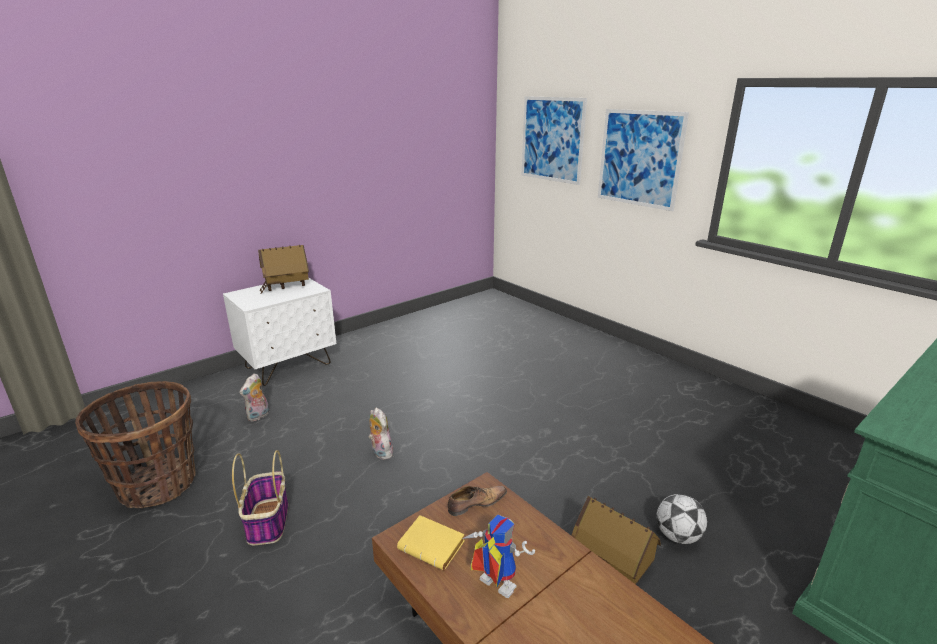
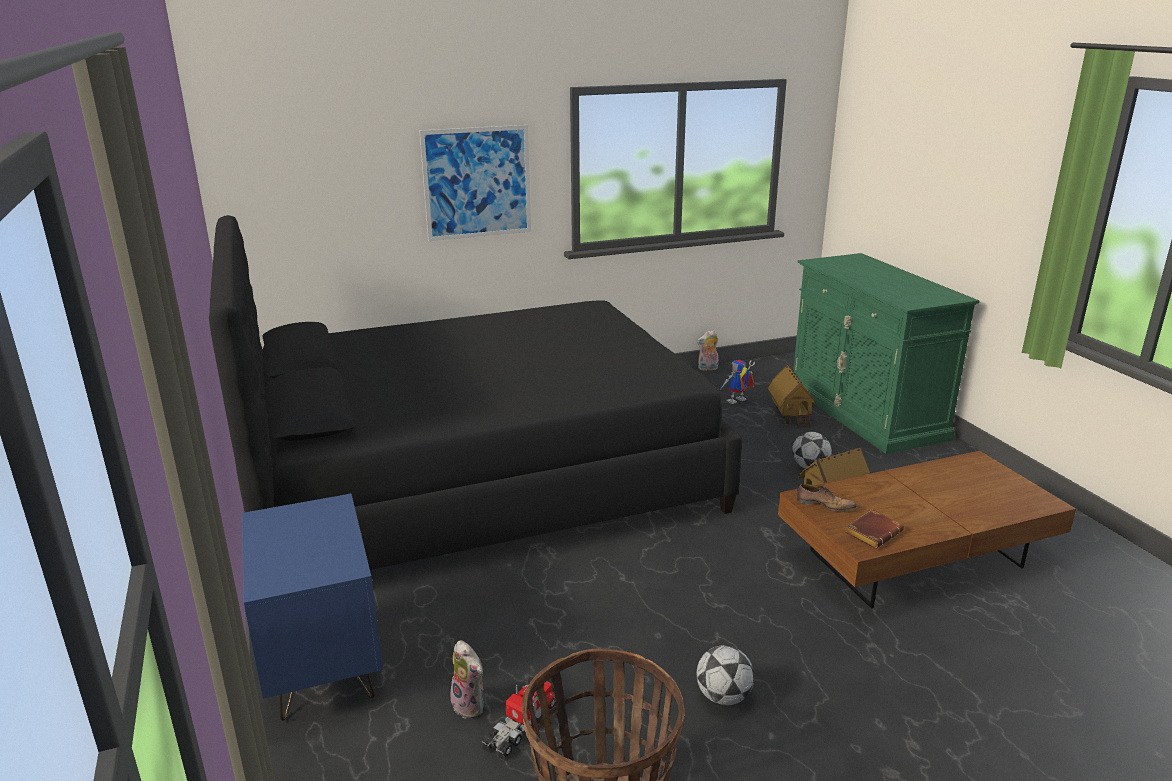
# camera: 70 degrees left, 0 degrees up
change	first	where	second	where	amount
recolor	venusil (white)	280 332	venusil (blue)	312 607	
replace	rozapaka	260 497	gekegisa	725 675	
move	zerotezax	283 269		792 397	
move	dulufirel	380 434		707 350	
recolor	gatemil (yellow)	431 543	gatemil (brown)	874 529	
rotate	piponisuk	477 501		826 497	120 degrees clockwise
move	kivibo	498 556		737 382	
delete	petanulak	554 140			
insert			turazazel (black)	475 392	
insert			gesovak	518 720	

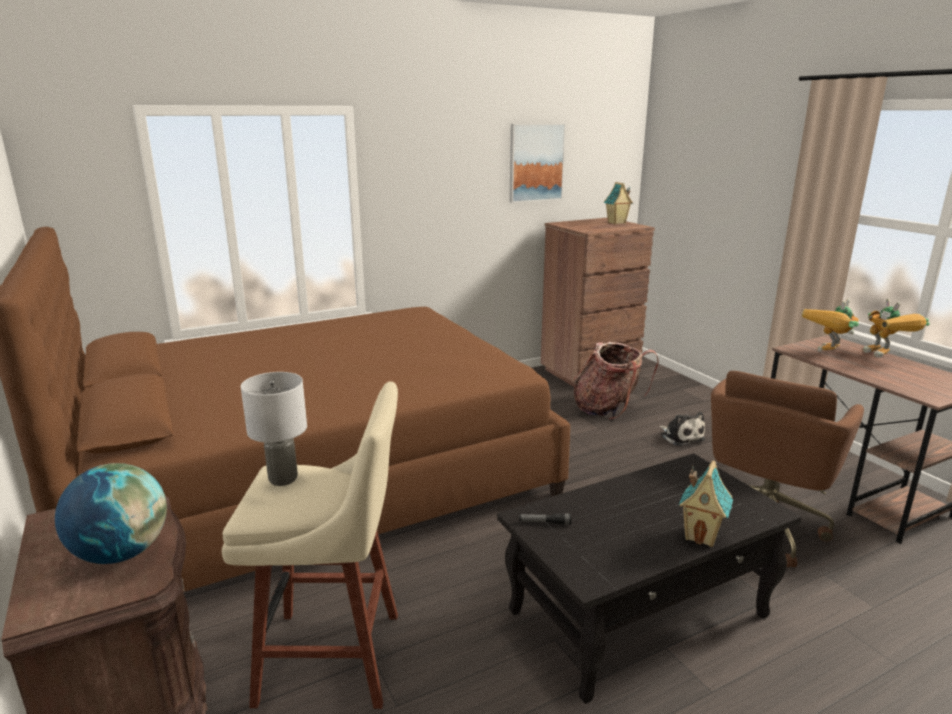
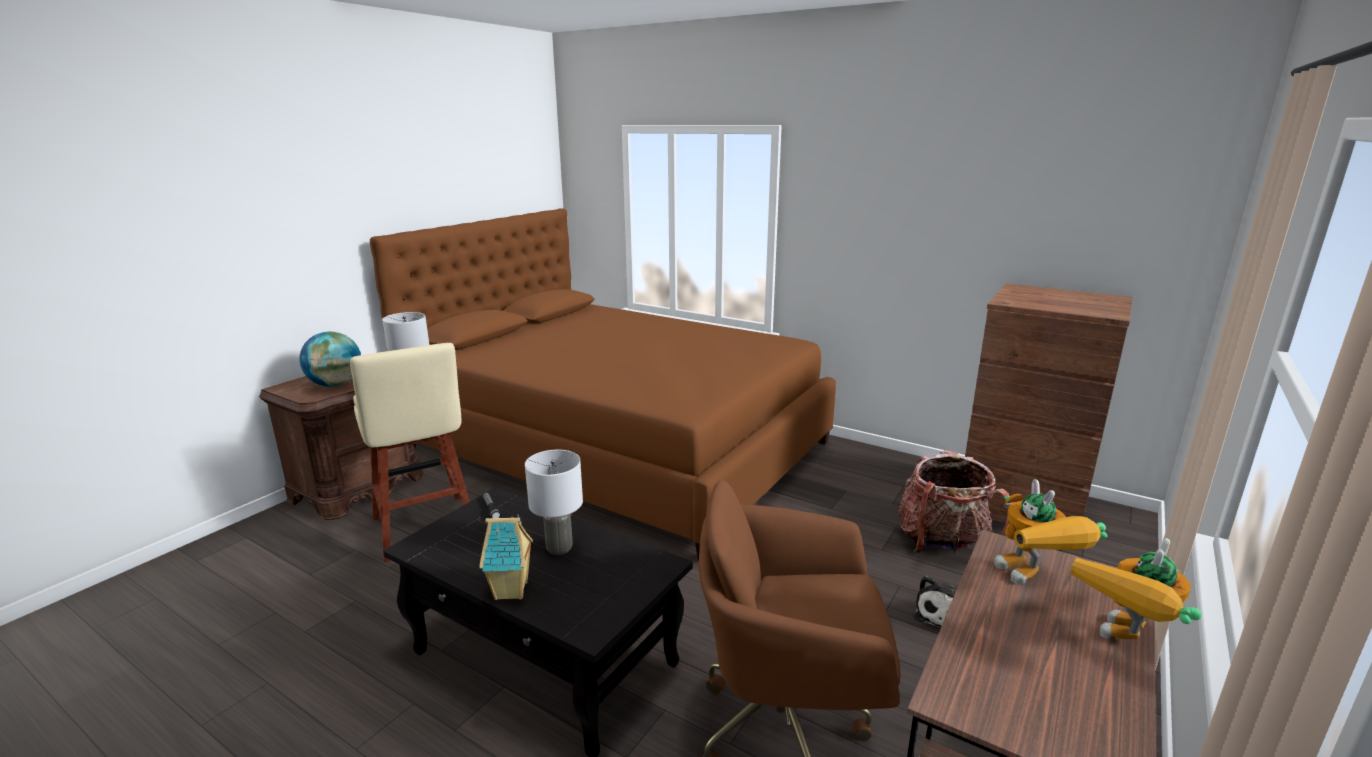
# camera: 60 degrees right, 0 degrees up
change	first	where	second	where	amount
delete	petanulak	537 163			
delete	zerotezax	618 203			
rotate	kivibo	830 325		1050 532	120 degrees counterclockwise
insert			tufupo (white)	554 502	

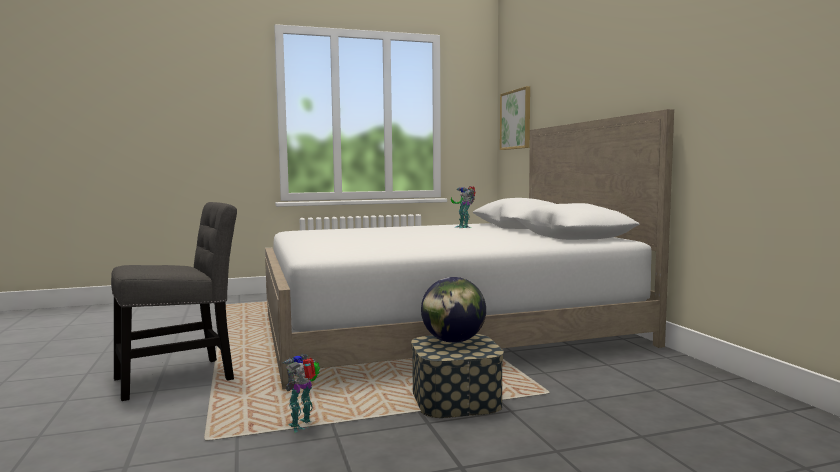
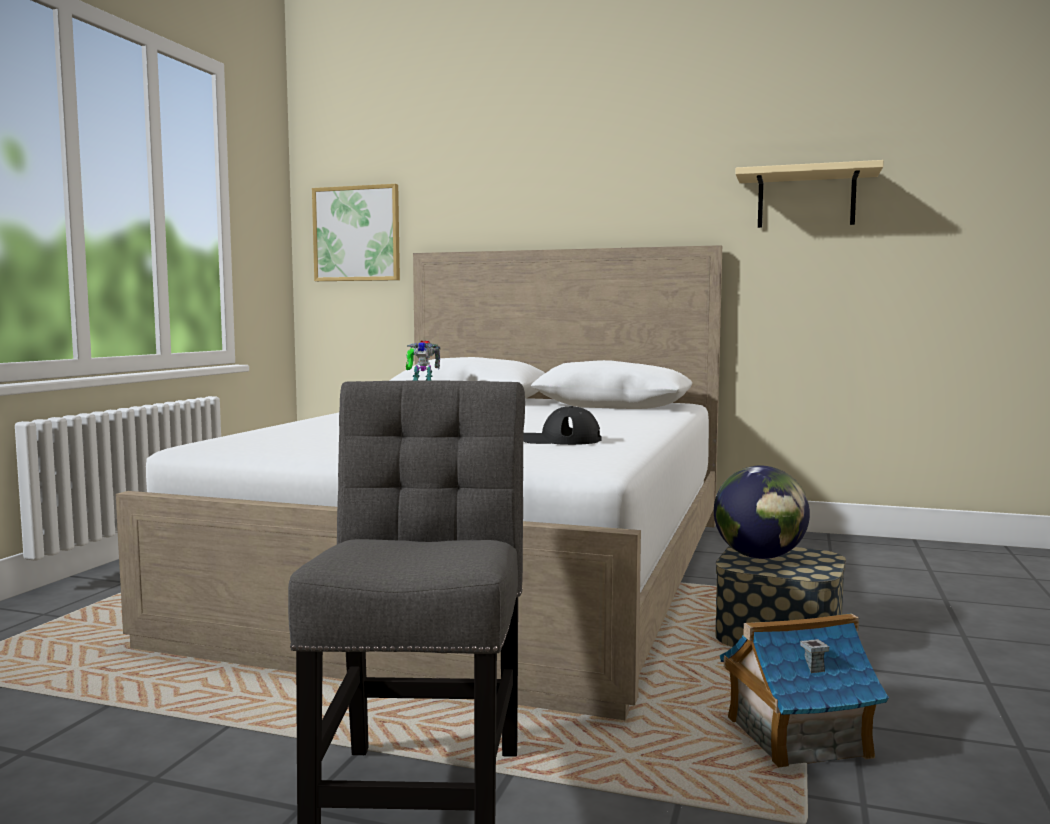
# camera: 55 degrees left, 0 degrees up
change	first	where	second	where	amount
replace	kivibo	301 393	zerotezax	804 690	
insert			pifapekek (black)	562 425	
insert			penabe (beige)	809 194	

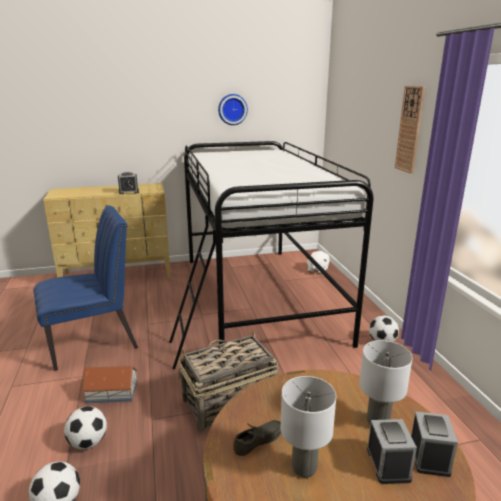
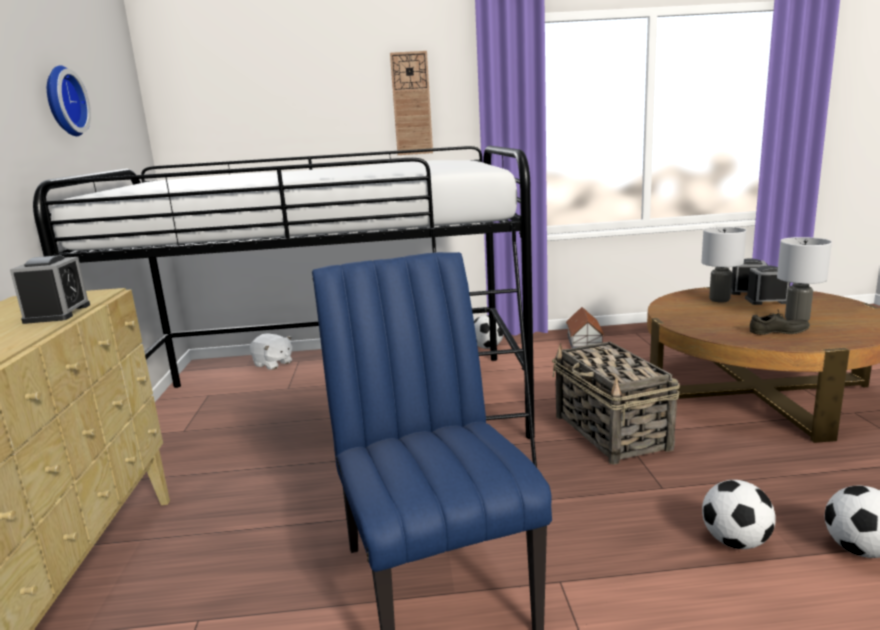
# camera: 80 degrees left, 5 degrees down
change	first	where	second	where	amount
move	zerotezax	109 384		585 327	
rotate	piponisuk (grey)	257 438		780 322	120 degrees clockwise

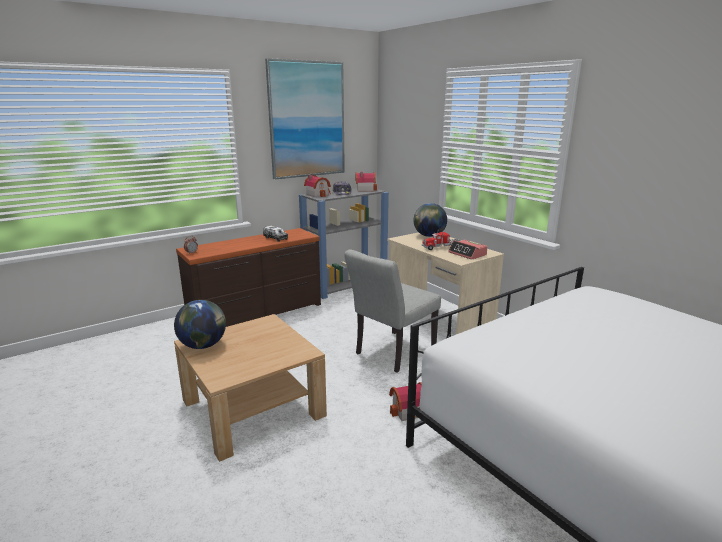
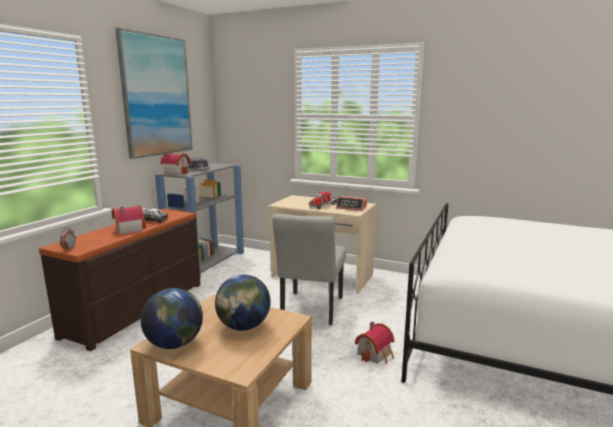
# camera: 30 degrees left, 5 degrees down
change	first	where	second	where	amount
move	zerotezax	366 182		129 219	
move	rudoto	430 220		243 302	

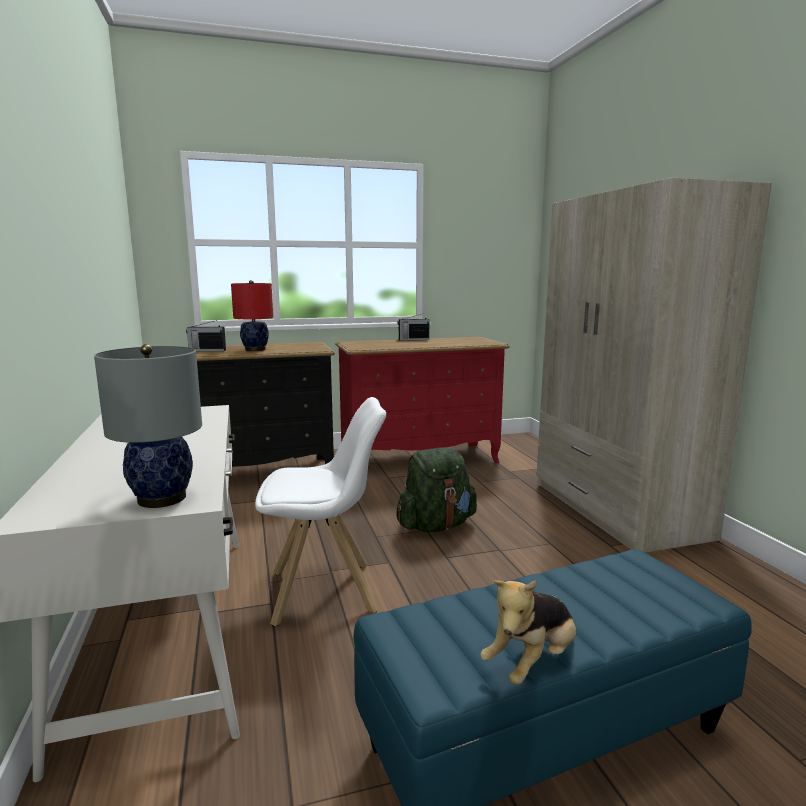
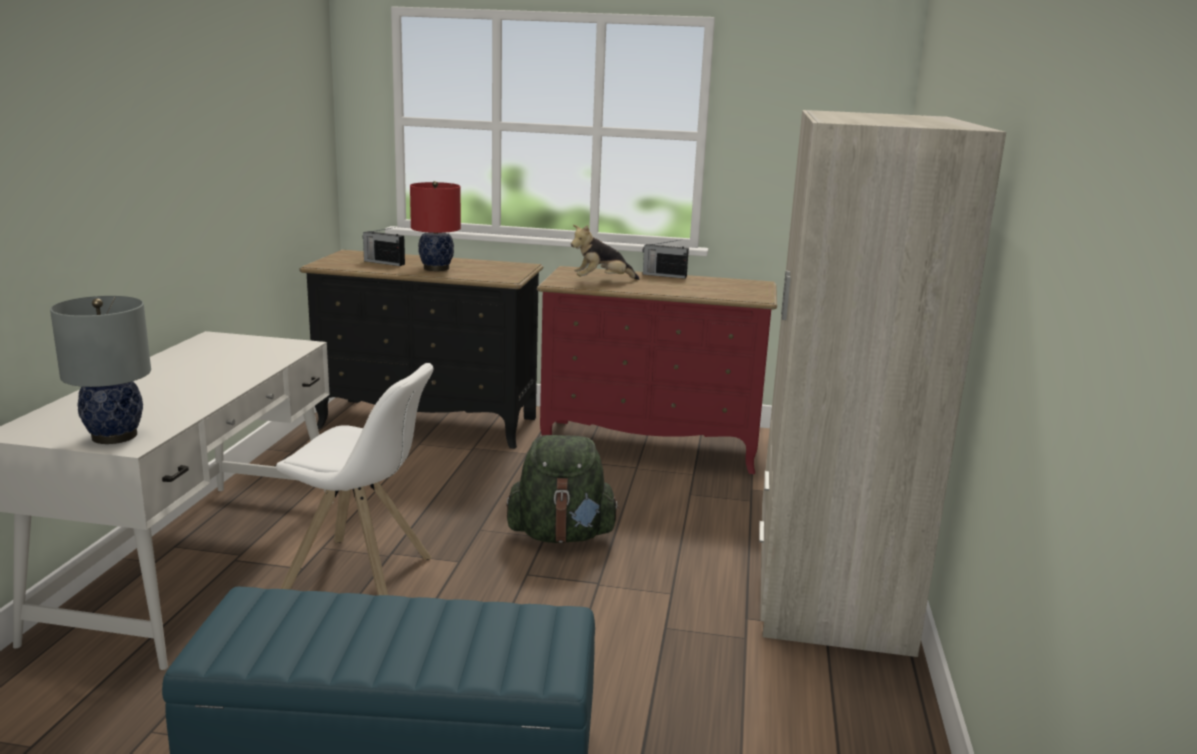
# camera: 25 degrees right, 5 degrees up
change	first	where	second	where	amount
move	dulufirel	528 632		605 252	

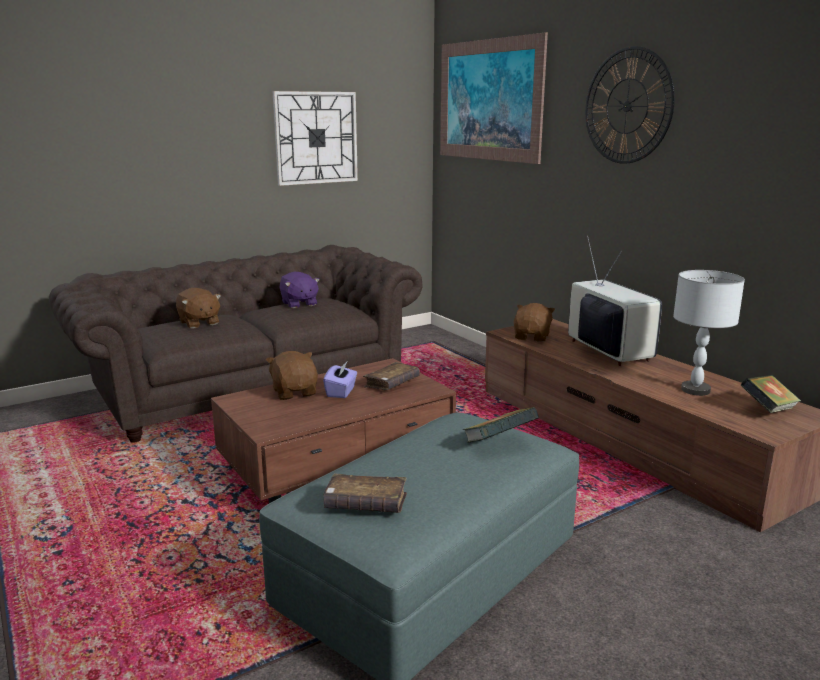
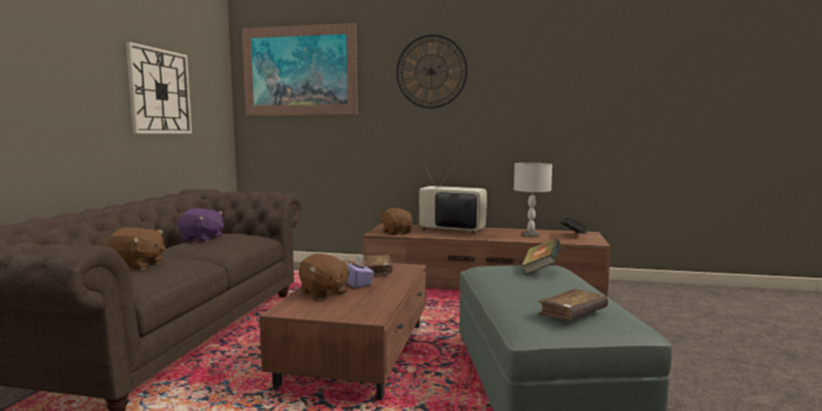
# camera: 45 degrees left, 10 degrees down
change	first	where	second	where	amount
rotate	dulufirel (brown)	292 375		324 276	150 degrees counterclockwise

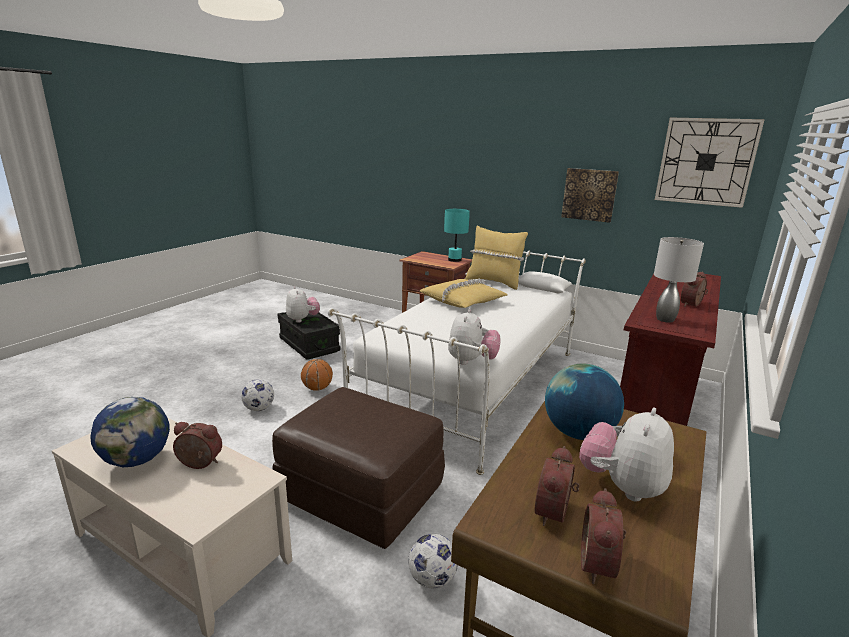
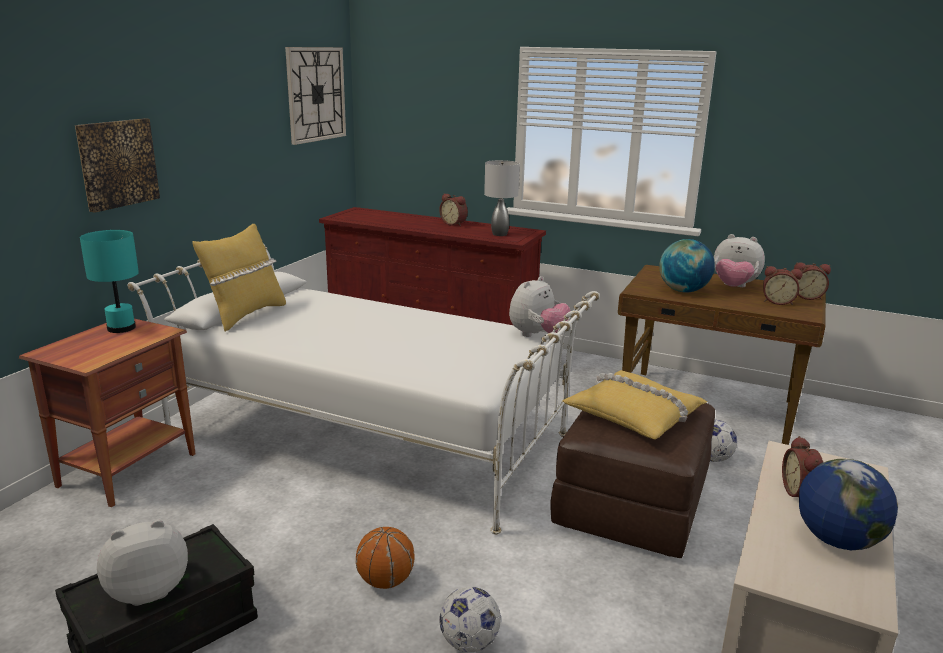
# camera: 95 degrees left, 0 degrees up
change	first	where	second	where	amount
move	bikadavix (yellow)	464 293		635 404	
rotate	dulufirel	474 337		540 306	120 degrees clockwise
move	petanulak	590 195		117 165	

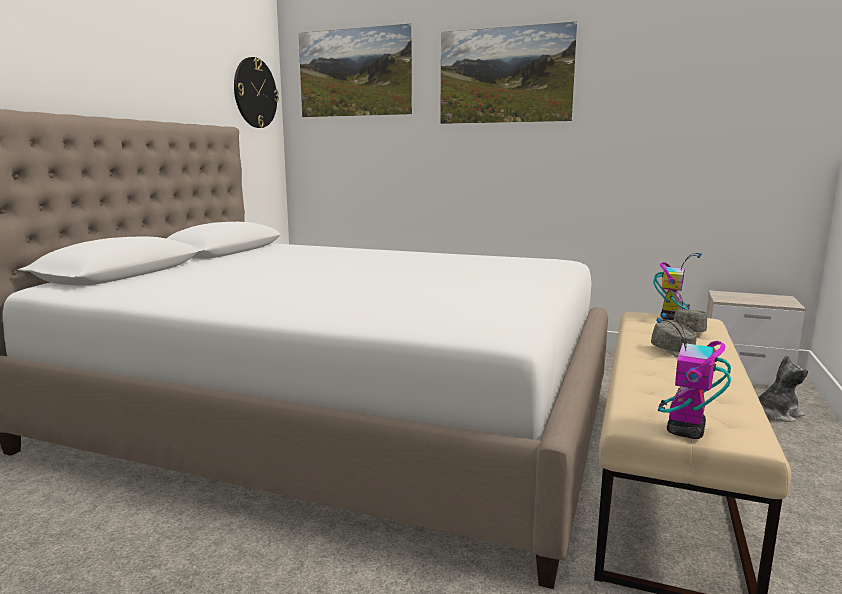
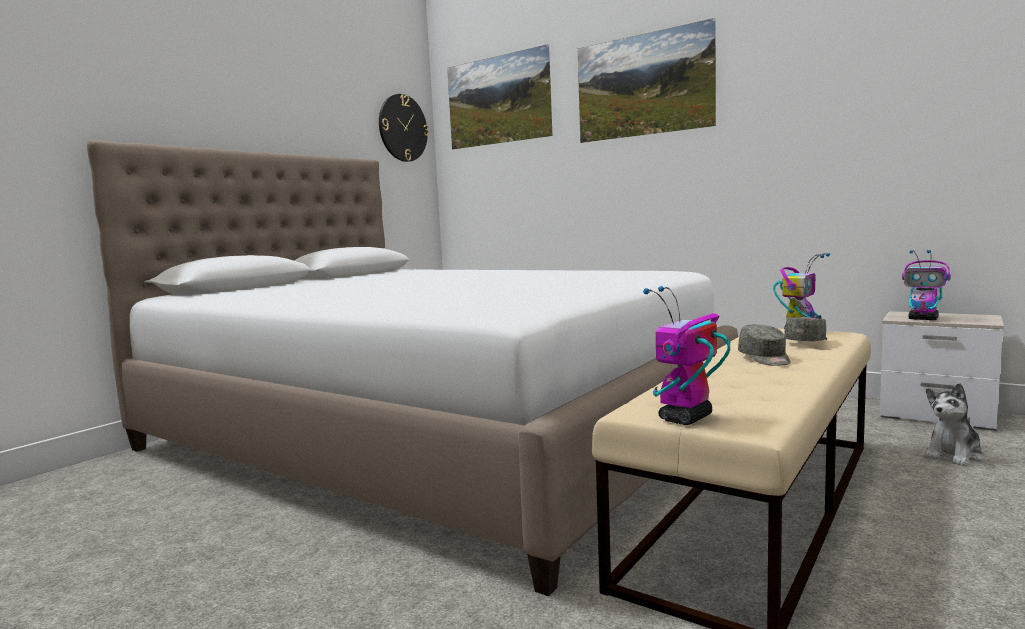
# camera: 15 degrees right, 5 degrees down
change	first	where	second	where	amount
rotate	dulufirel	783 388		954 424	150 degrees clockwise
insert			kivibo	926 285	

